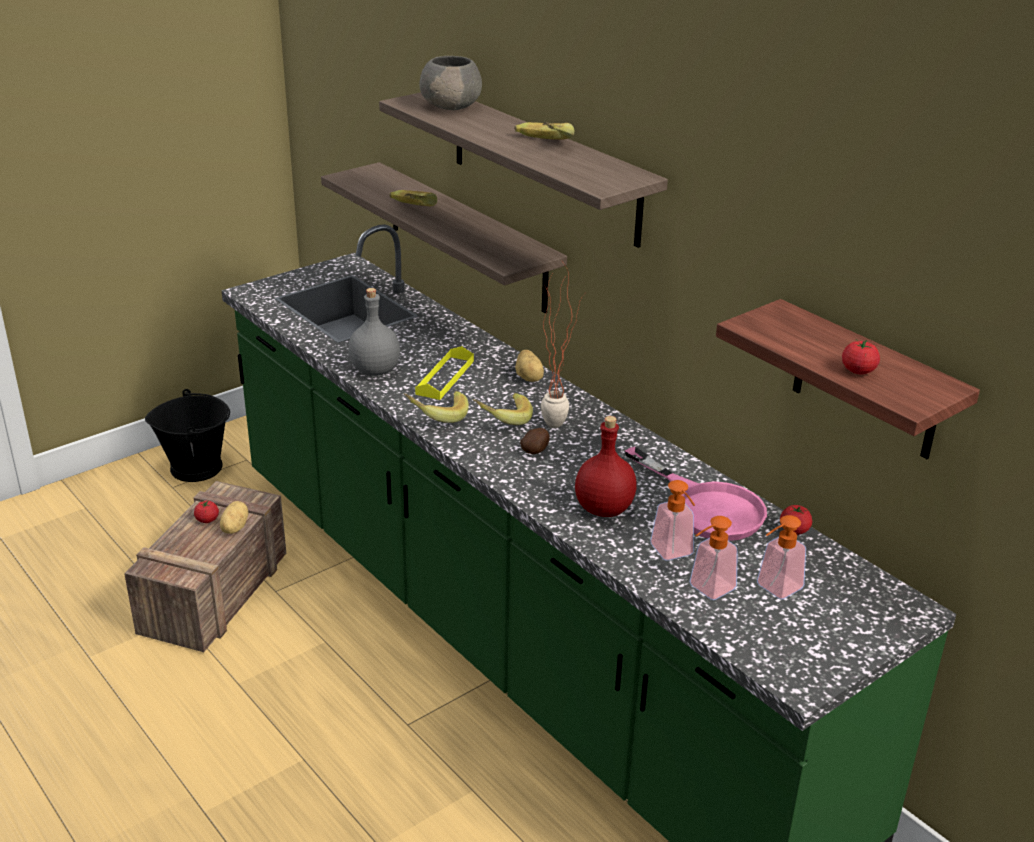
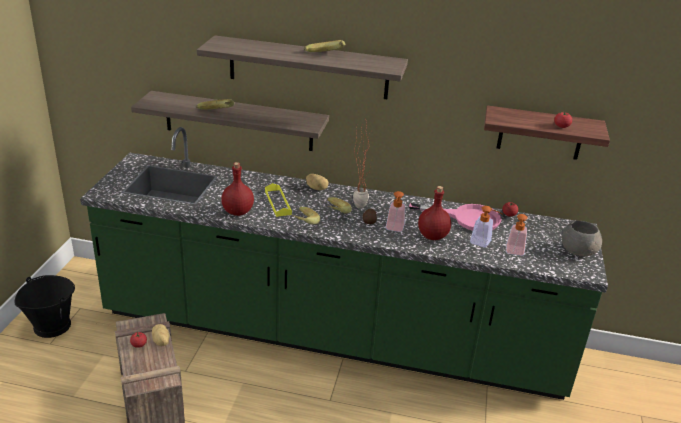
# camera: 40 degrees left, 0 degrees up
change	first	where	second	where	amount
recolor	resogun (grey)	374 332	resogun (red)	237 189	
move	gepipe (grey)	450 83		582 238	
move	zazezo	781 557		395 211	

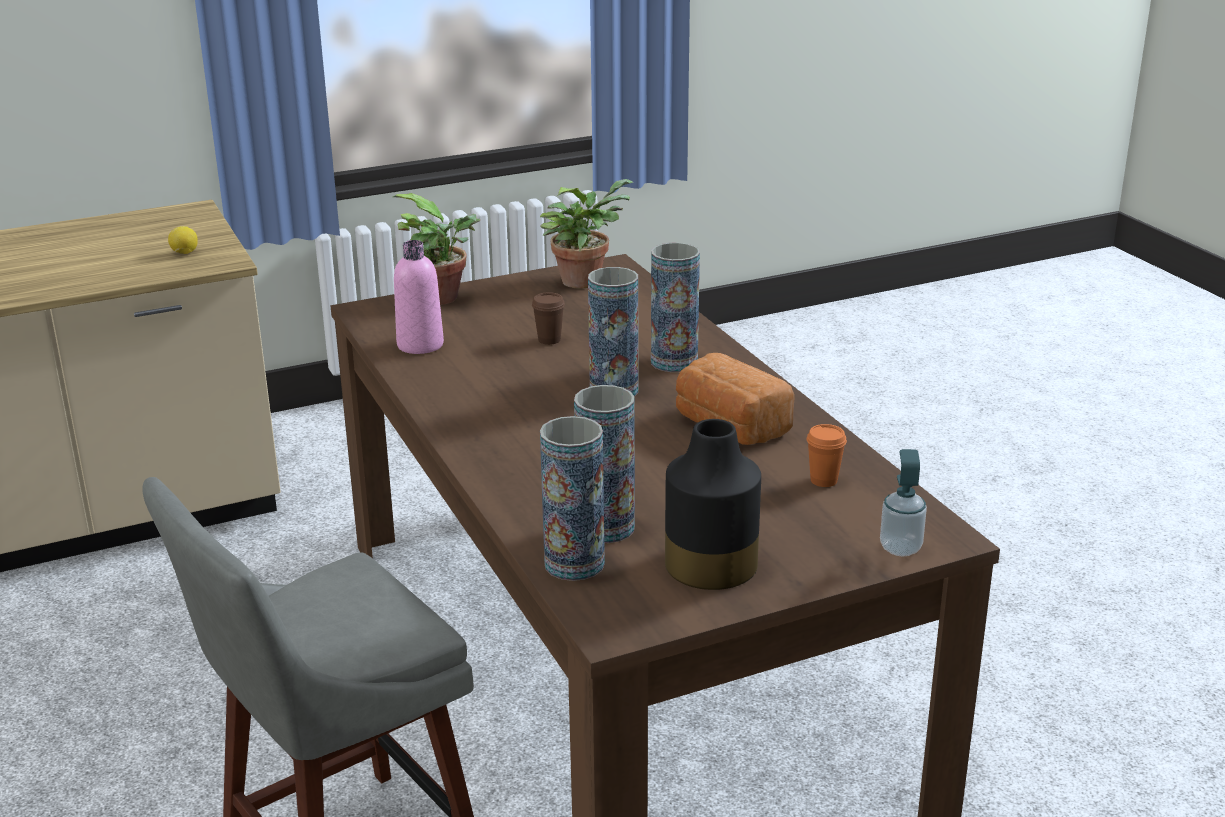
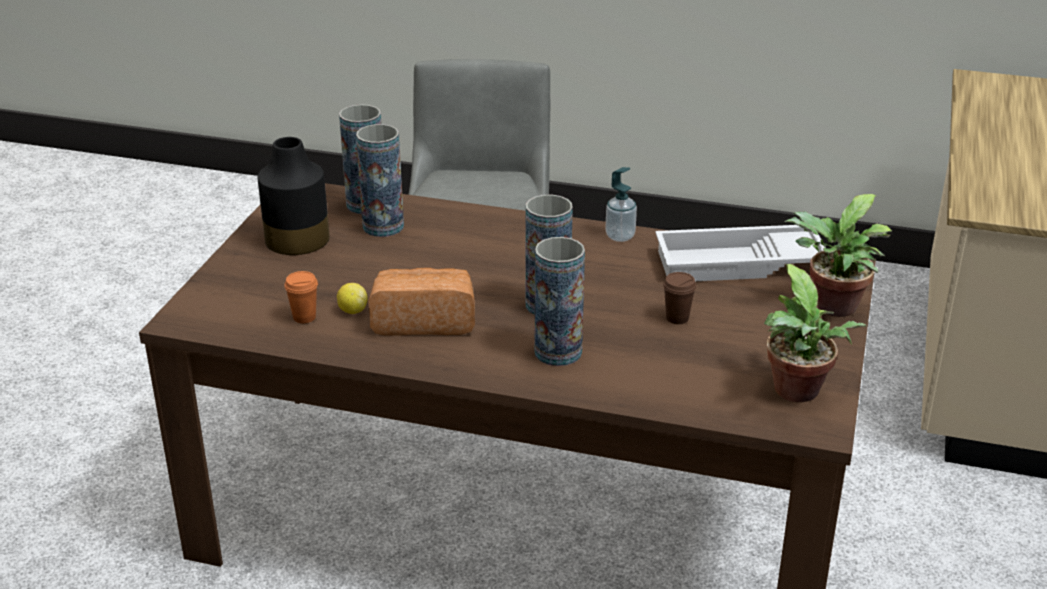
# camera: 130 degrees right, 5 degrees up
change	first	where	second	where	amount
move	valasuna	183 240		352 298	
replace	resogun (pink)	419 297	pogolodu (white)	740 253	
move	zazezo	903 503		621 204	

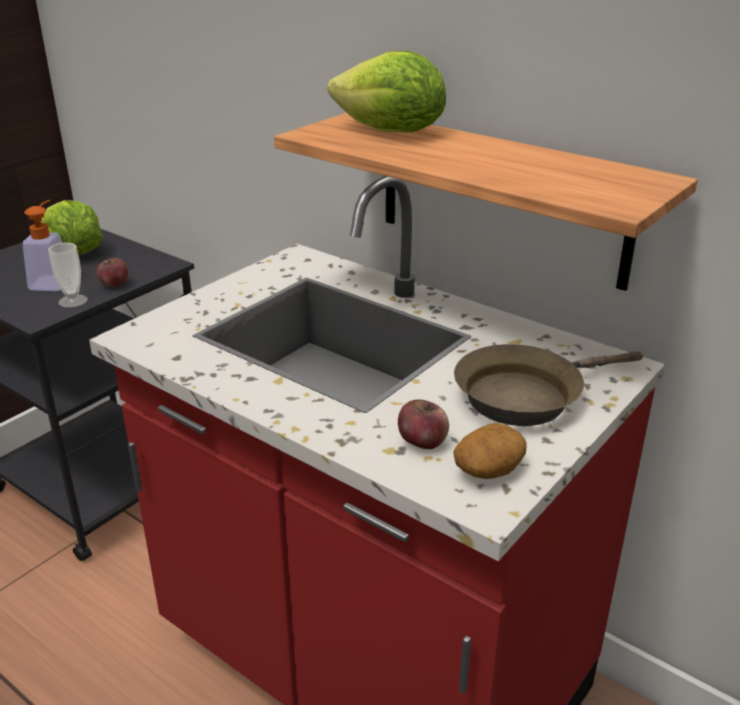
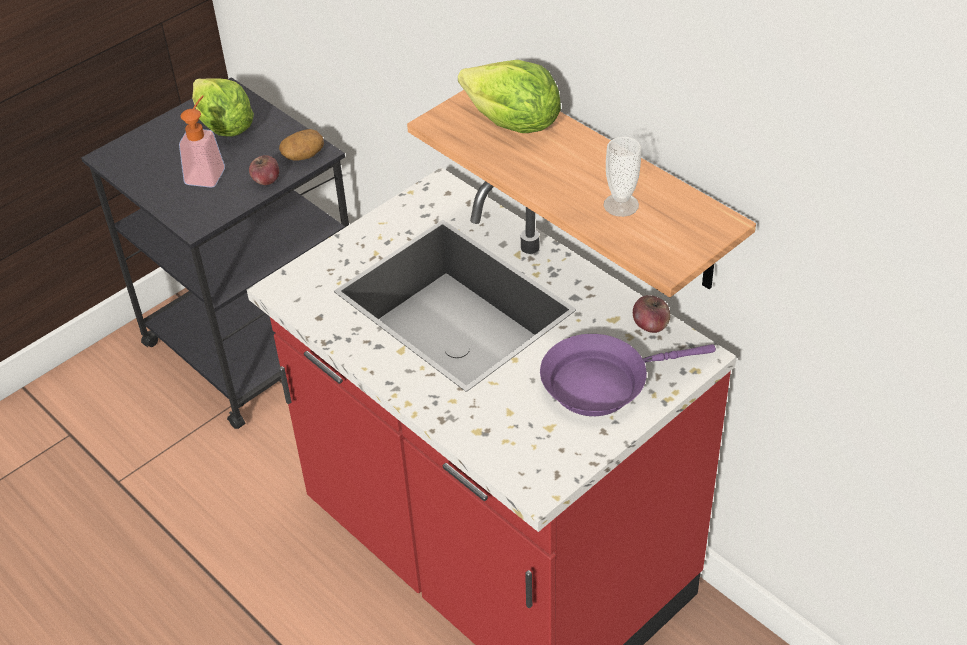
# camera: 10 degrees right, 15 degrees up
change	first	where	second	where	amount
move	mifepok	68 275		622 177	
move	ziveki	423 424		651 314	
move	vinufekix	490 451		301 144	
recolor	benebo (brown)	548 385	benebo (purple)	628 375	

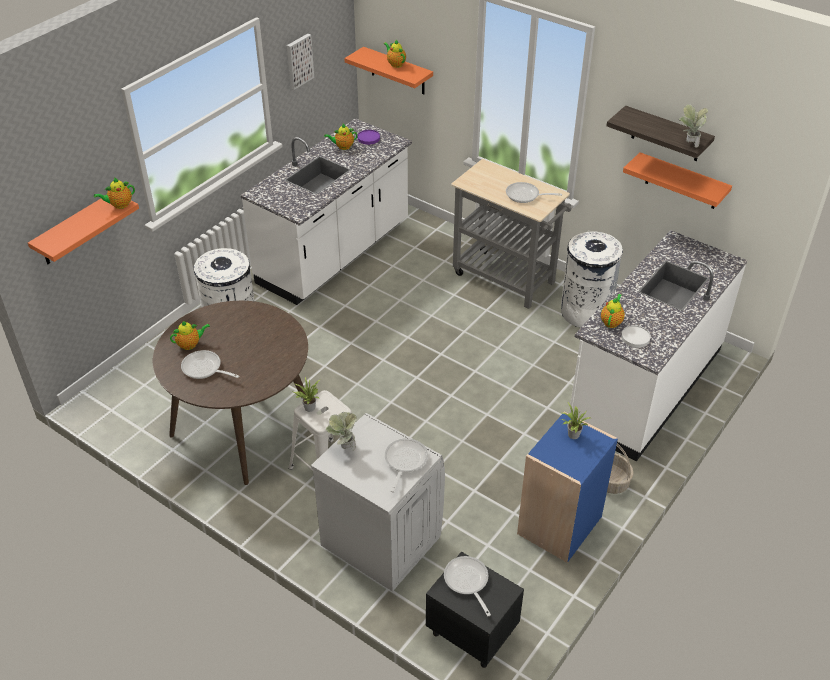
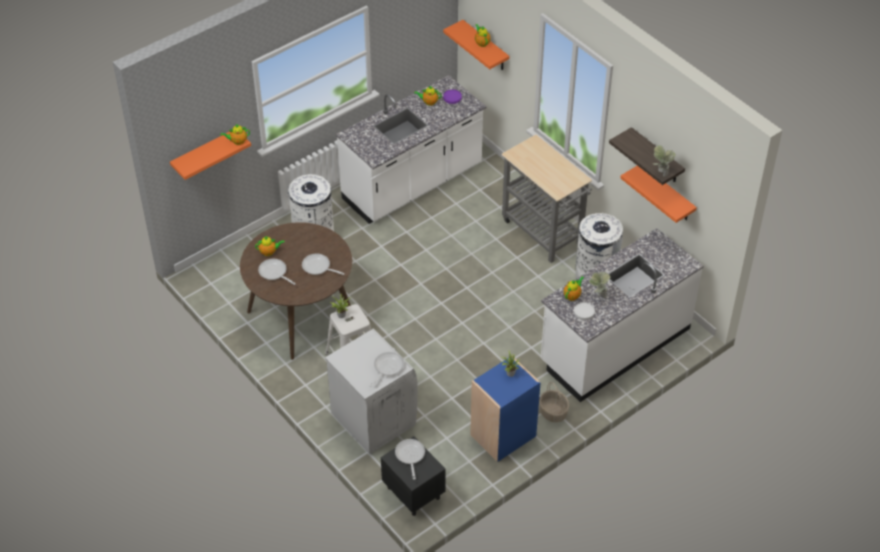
# camera: 15 degrees right, 5 degrees up
change	first	where	second	where	amount
delete	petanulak	300 62			
move	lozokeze	341 431		600 285	
move	benebo	534 192		323 264	

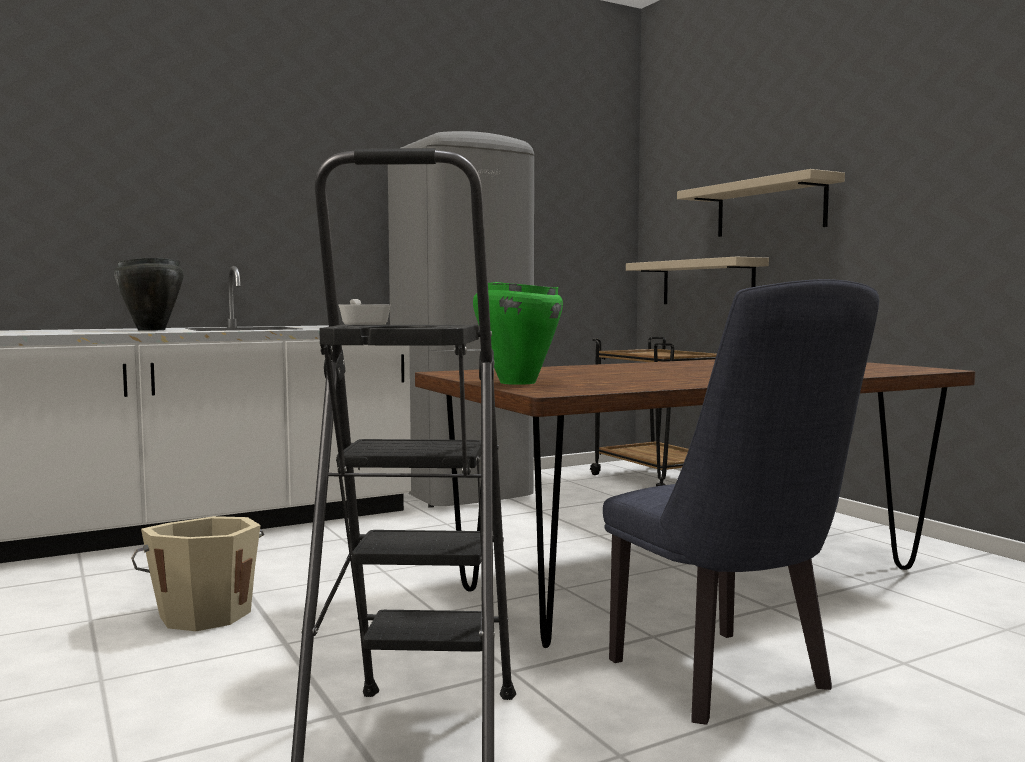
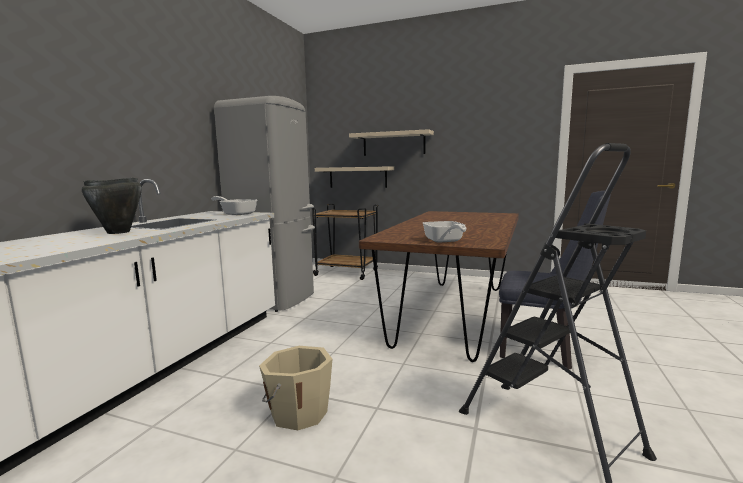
# camera: 40 degrees left, 5 degrees up
change	first	where	second	where	amount
replace	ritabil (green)	518 333	benebo	445 232	

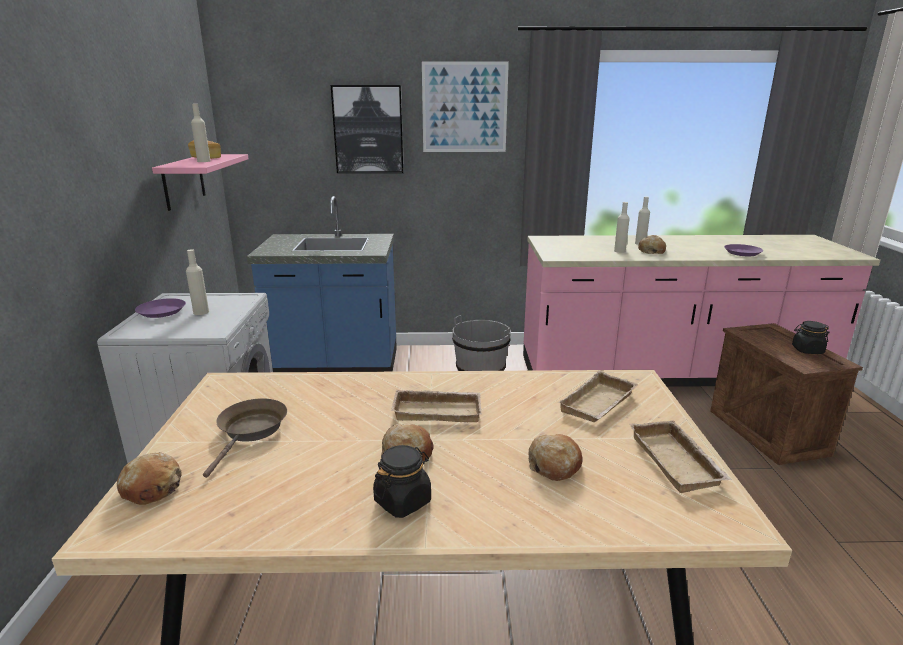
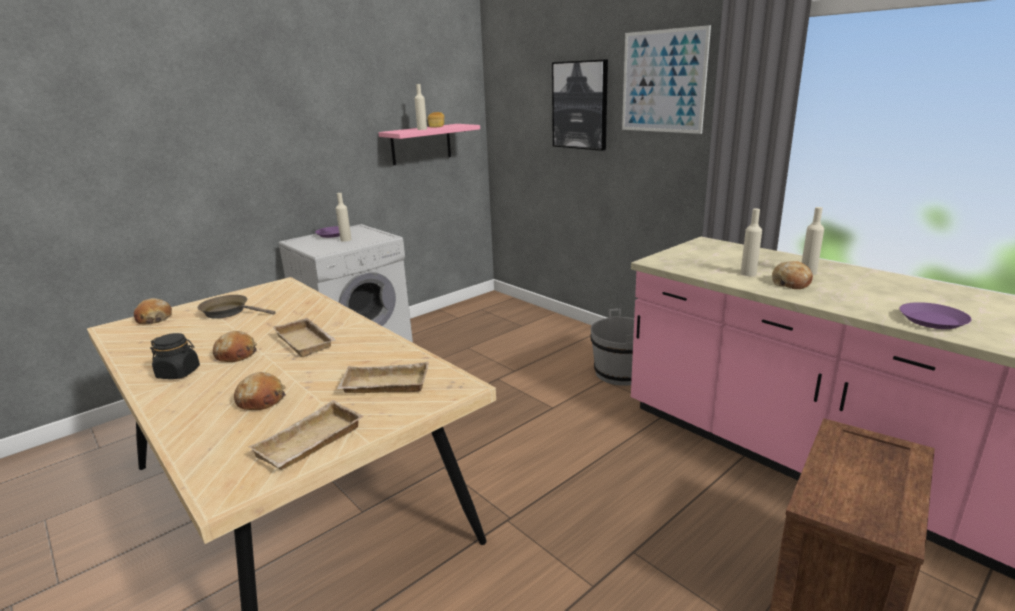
# camera: 50 degrees right, 0 degrees up
change	first	where	second	where	amount
rotate	benebo (brown)	245 438		236 307	135 degrees counterclockwise
delete	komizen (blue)	322 284			
delete	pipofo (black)	810 337			

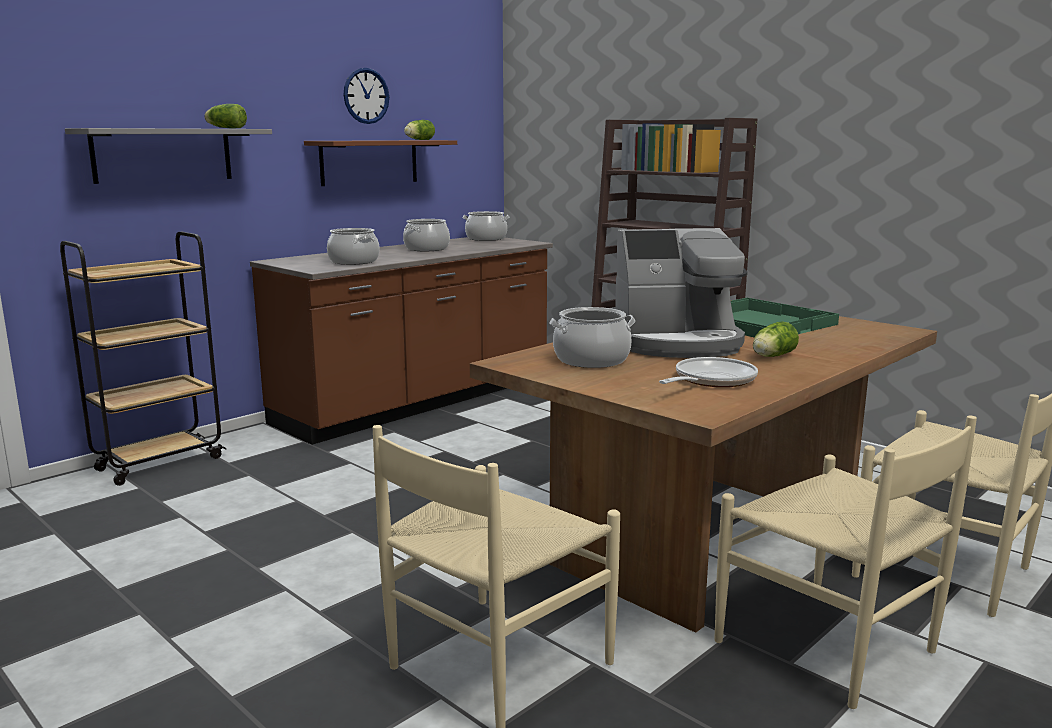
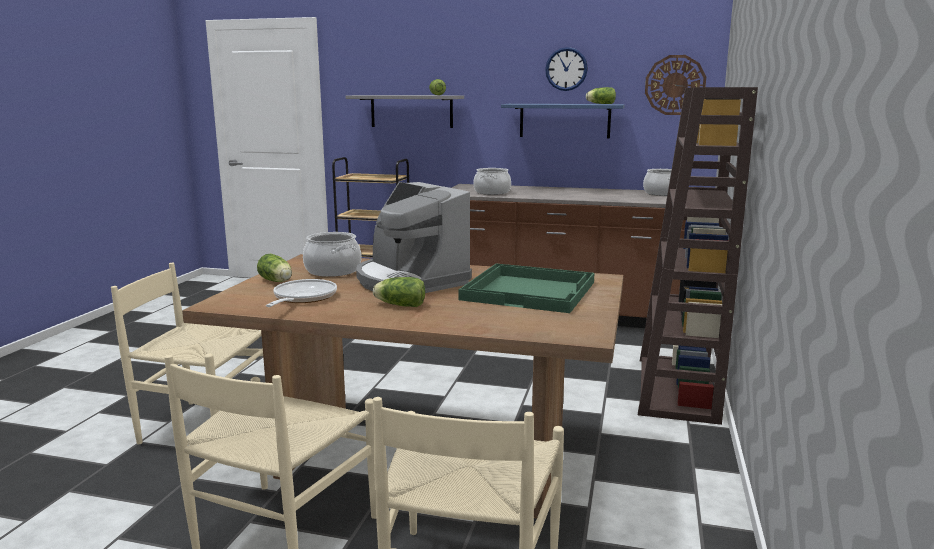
# camera: 60 degrees right, 0 degrees up
change	first	where	second	where	amount
recolor	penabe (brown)	380 163	penabe (blue)	563 121	
delete	ritabil	426 235			
rotate	benebo	708 372		301 293	90 degrees counterclockwise
insert			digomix	274 268	
insert			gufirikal	675 85	

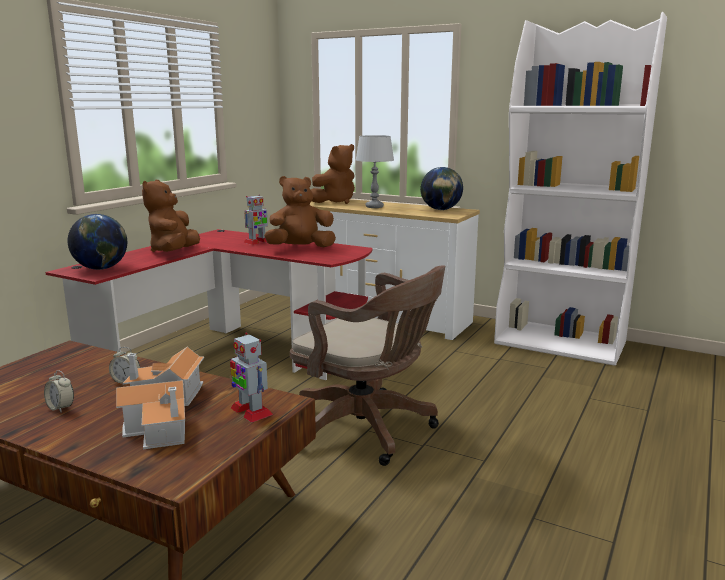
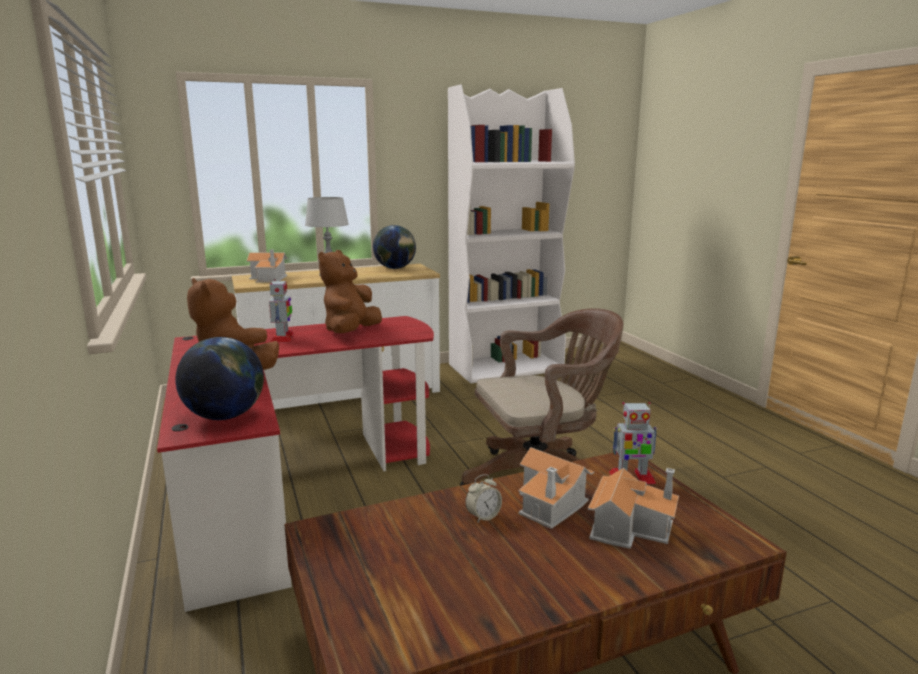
# camera: 50 degrees left, 0 degrees up
change	first	where	second	where	amount
delete	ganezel	59 391			
replace	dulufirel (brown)	333 174	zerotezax	267 266	

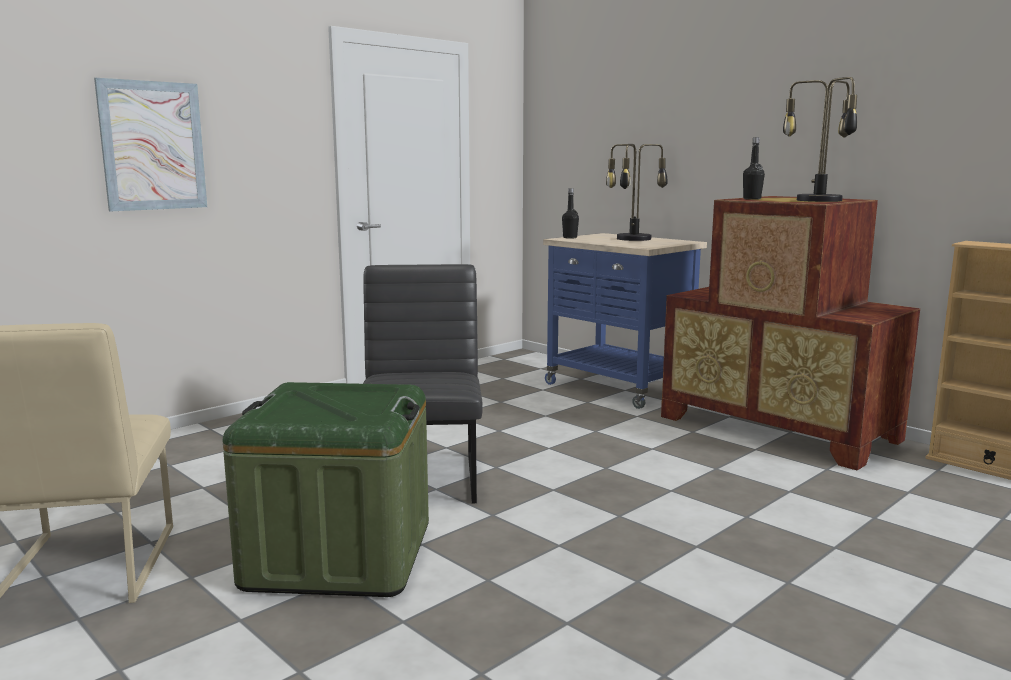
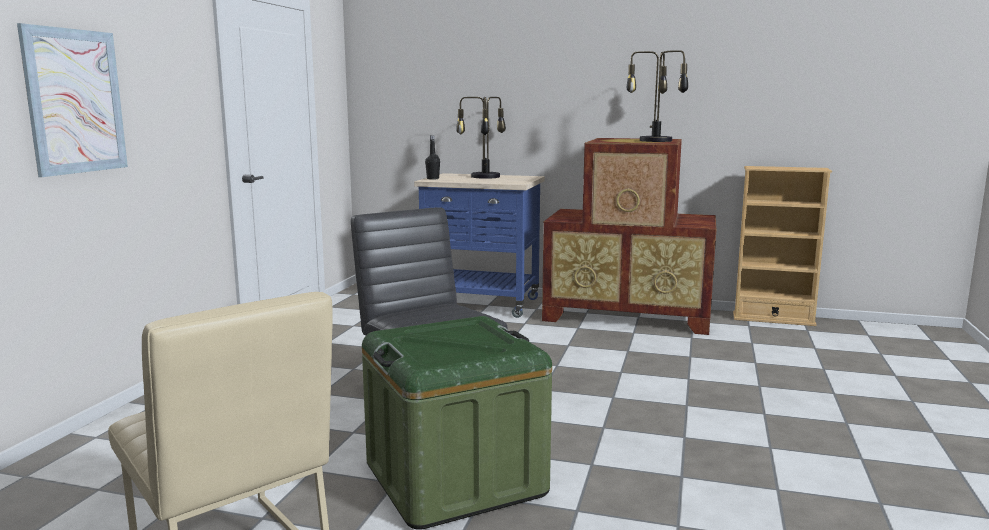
# camera: 30 degrees left, 0 degrees up
change	first	where	second	where	amount
delete	resogun (black)	754 168			

